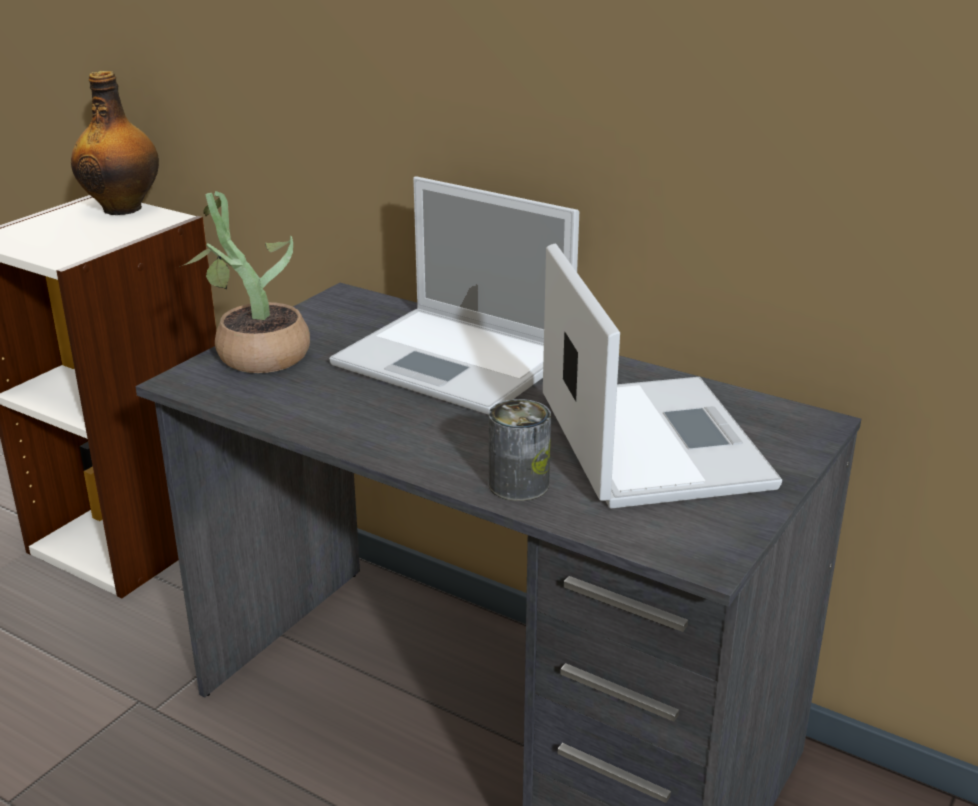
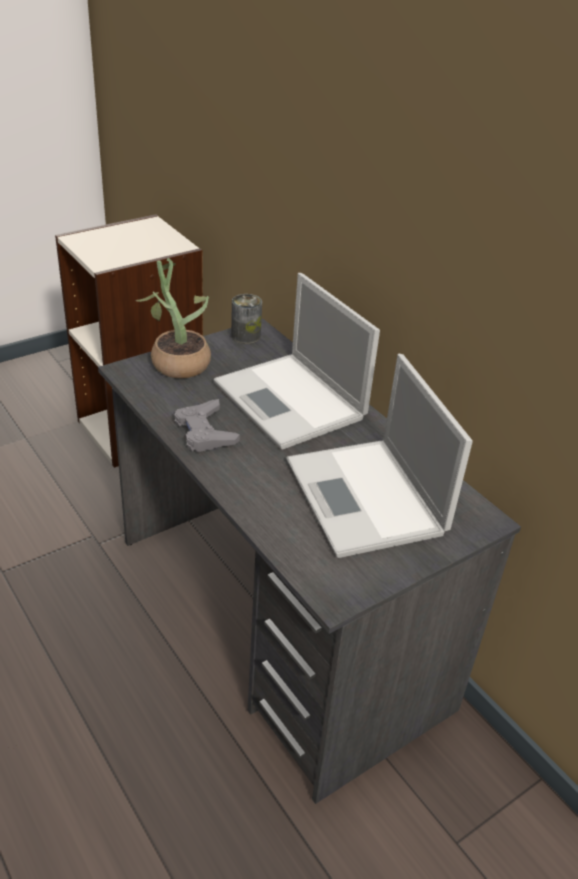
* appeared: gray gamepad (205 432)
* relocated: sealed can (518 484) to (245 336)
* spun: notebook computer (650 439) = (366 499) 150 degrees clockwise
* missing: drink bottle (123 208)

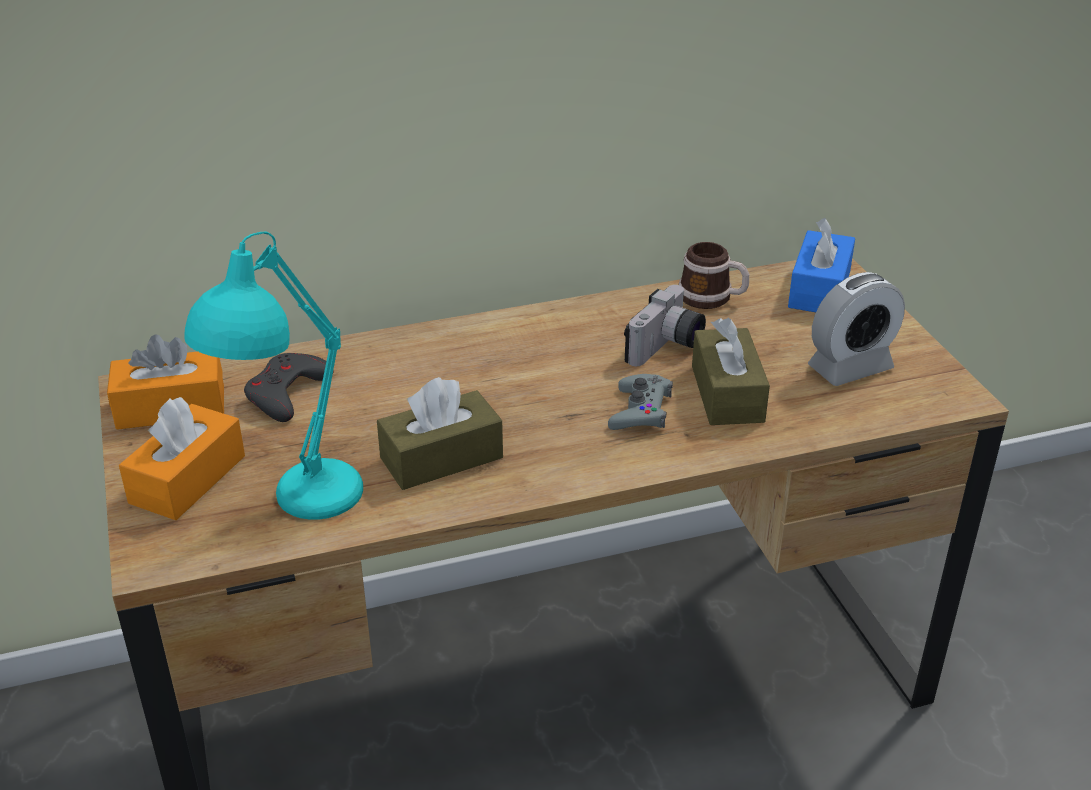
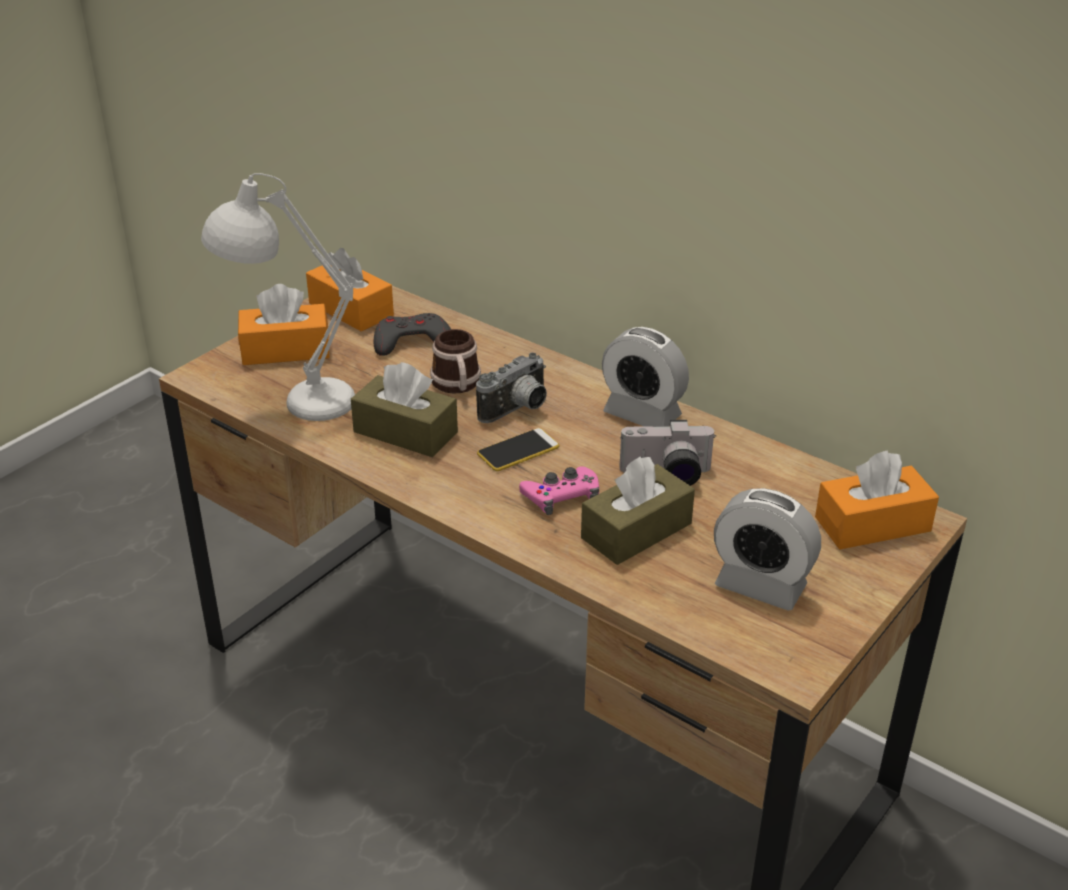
* colour: turquoise-coloured tabletop lamp (293 511) to white-coloured tabletop lamp (291 401)
* relocated: mug (712 298) to (457 385)
* appeared: still camera (518 410)
* appeared: handset (518 450)
* colour: gray gamepad (640 411) to pinkish gamepad (561 496)
* appeared: table clock (642 414)
* colour: bluish box of tissues (819 289) to orange-coloured box of tissues (872 524)

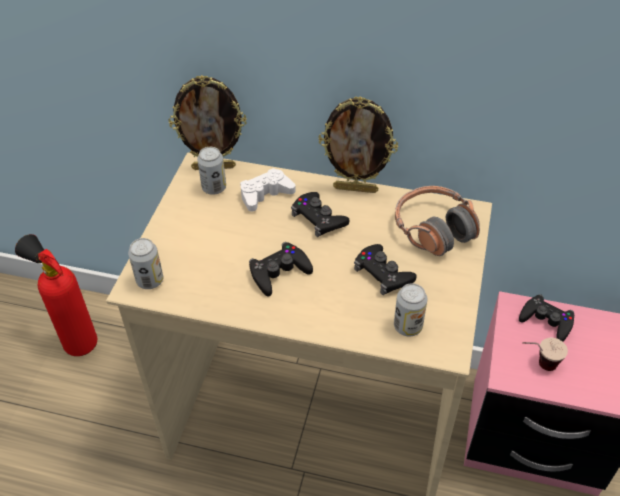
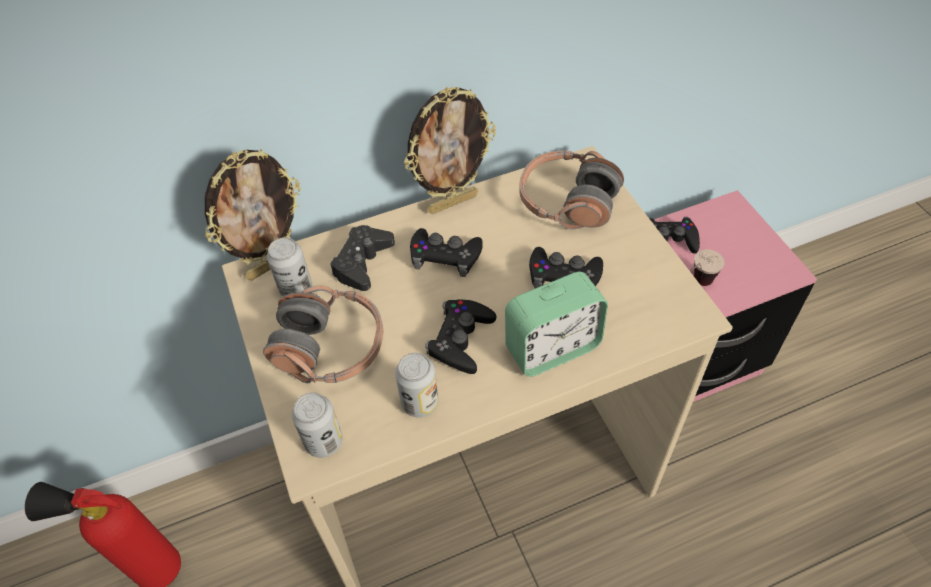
* appeared: headset (330 347)
* colour: white-coloured gamepad (265 194) to black gamepad (362 262)
* relocated: sealed can (408 326) to (420 403)
* appeared: table clock (552 348)

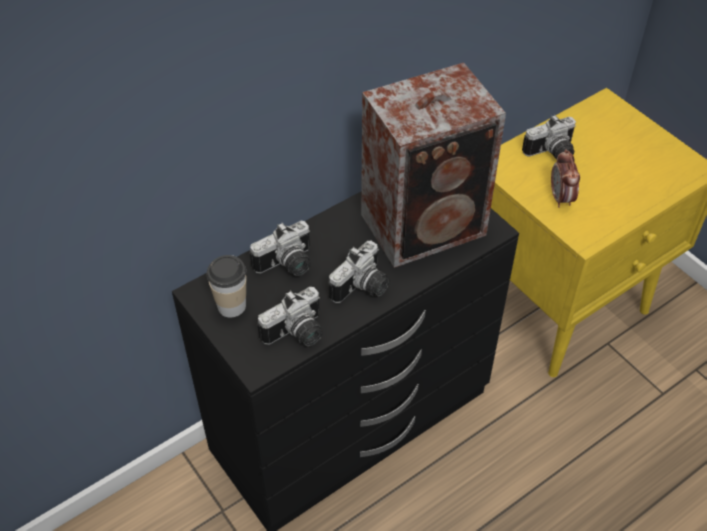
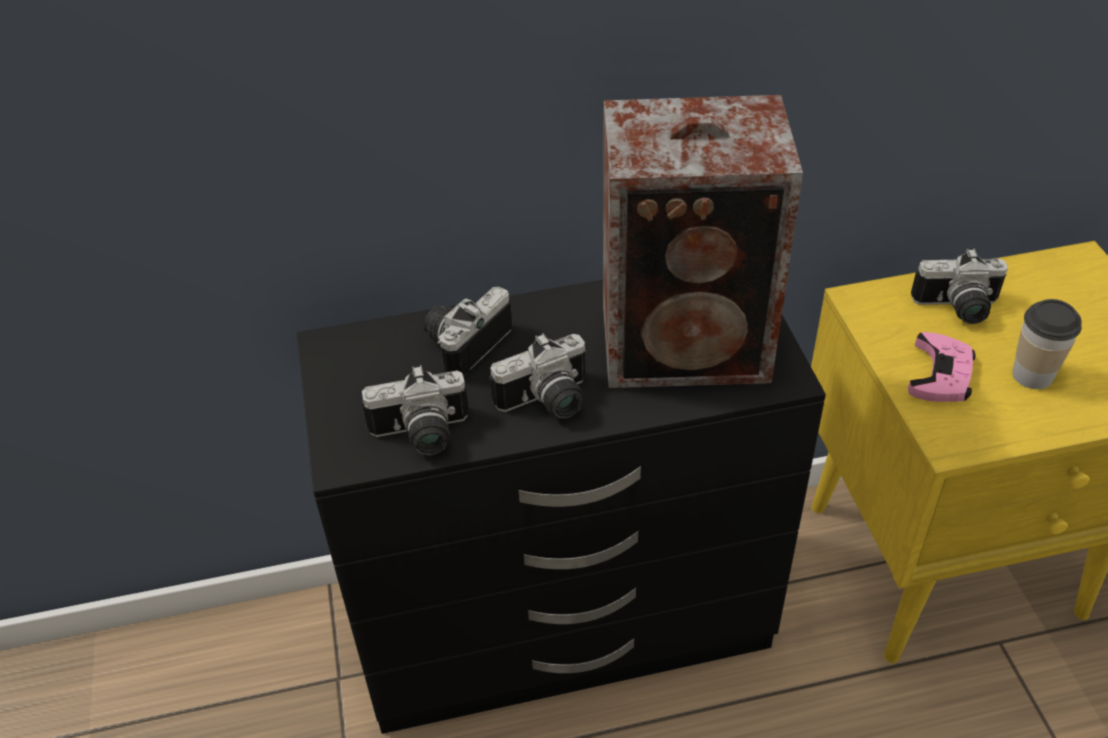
* spun: still camera (287 265) = (463 343) 135 degrees clockwise
* exchanged: table clock (561 198) to pinkish gamepad (940 374)
* relocated: cup (231 305) to (1032 375)

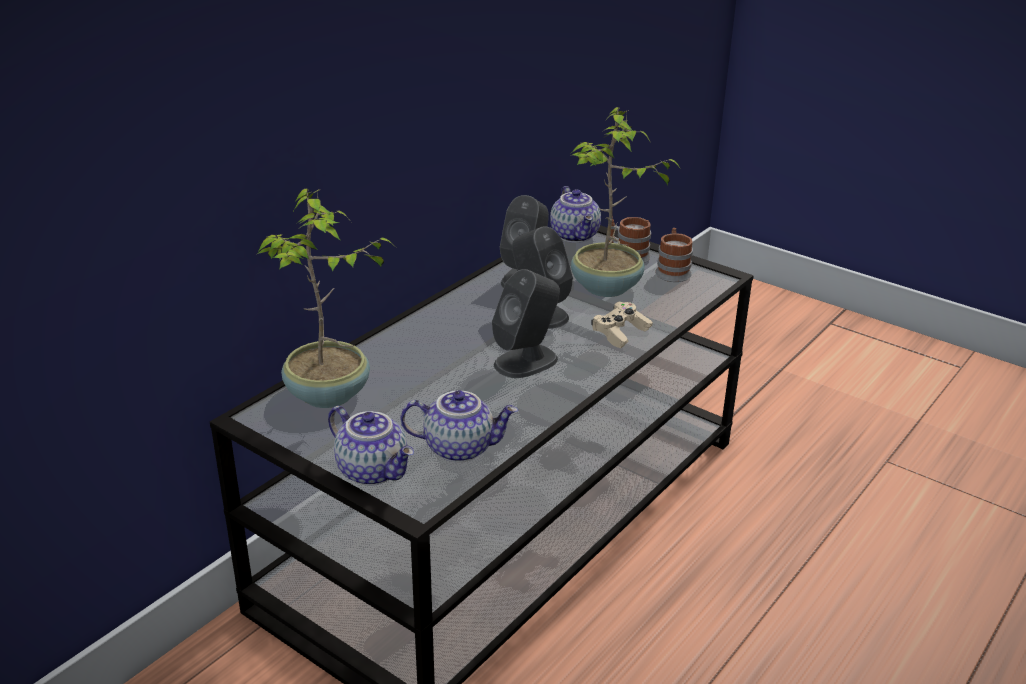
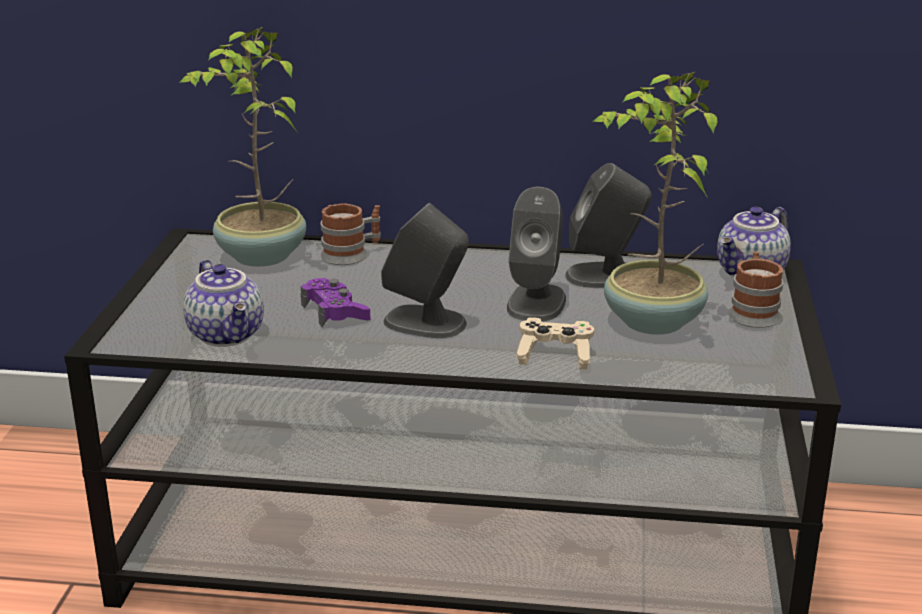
* appeared: purple-coloured gamepad (335 311)
* relocated: mug (672 271) to (351 254)
* missing: tea pot (374 470)

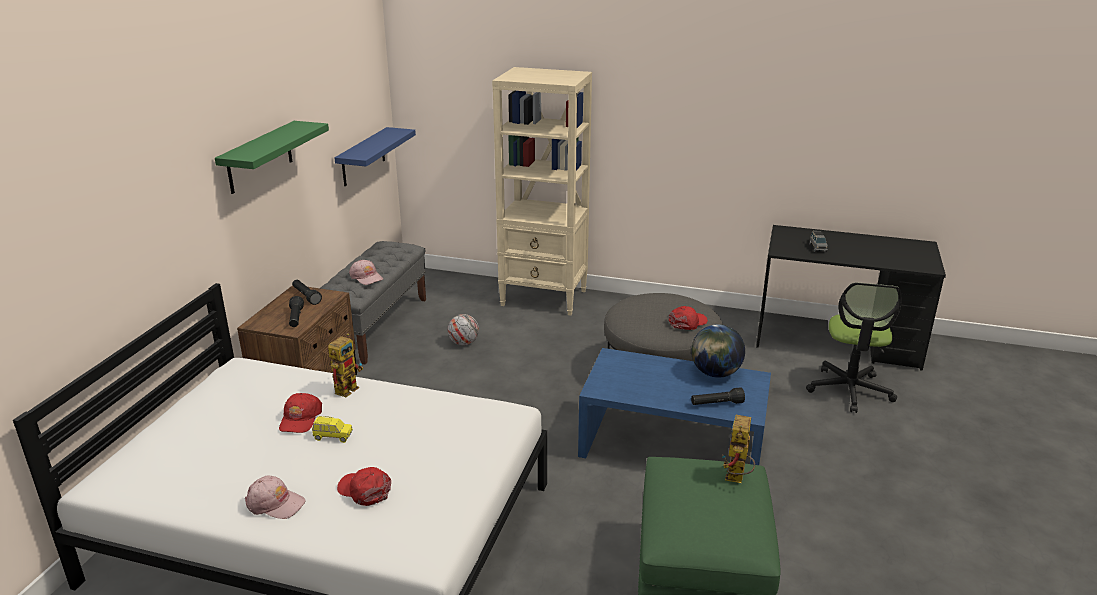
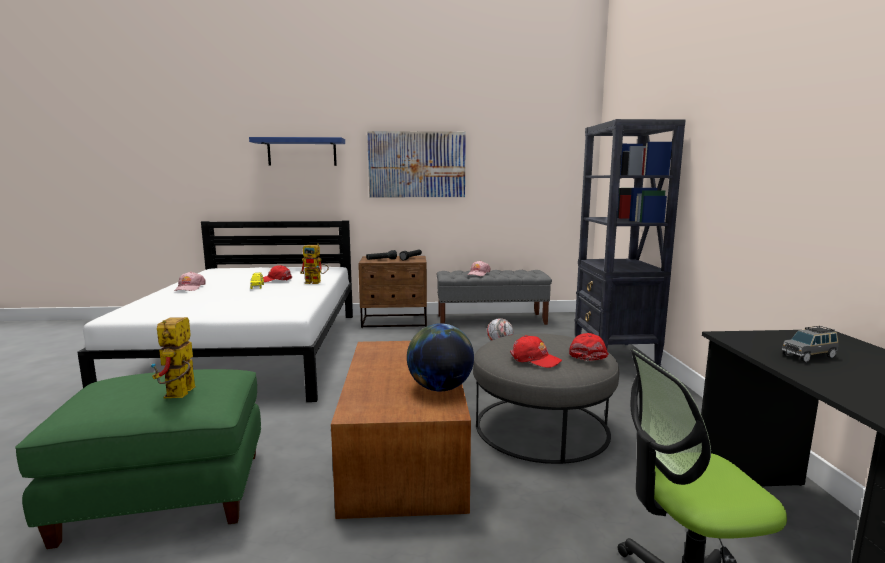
* spun: toy robot (736 479) = (180 395) 90 degrees counterclockwise
* relocated: bluish shelf (363 157) to (302 152)
* colour: bluish coffee table (672 443) to brown coffee table (406 451)
* exchanged: green shelf (259 157) to wall art (417 164)
* relocated: red cap (365 490) to (587 353)
* colour: beige-coloured shelving unit (544 298) to black shelving unit (614 356)
* missing: black flashlight (716 404)

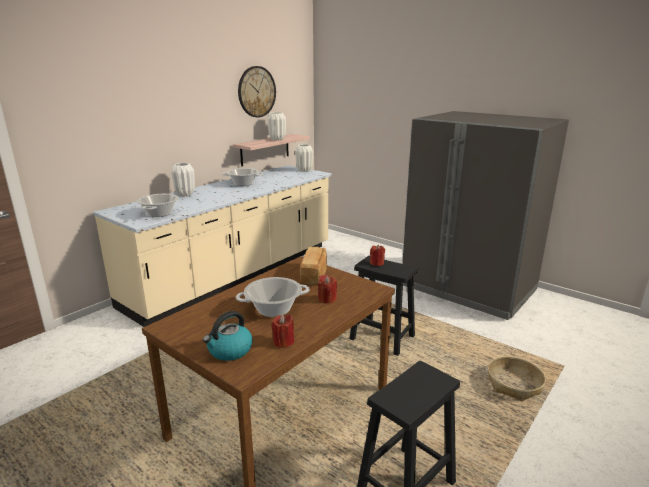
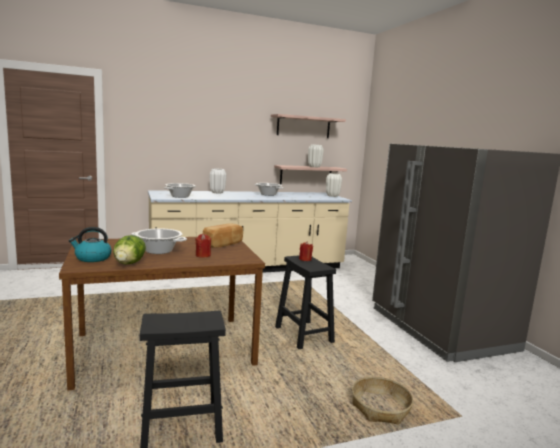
* exchanged: red wax light (283 342) to lettuce head (129 263)
* exchanged: hanging clock (256 92) to shelf (303 126)

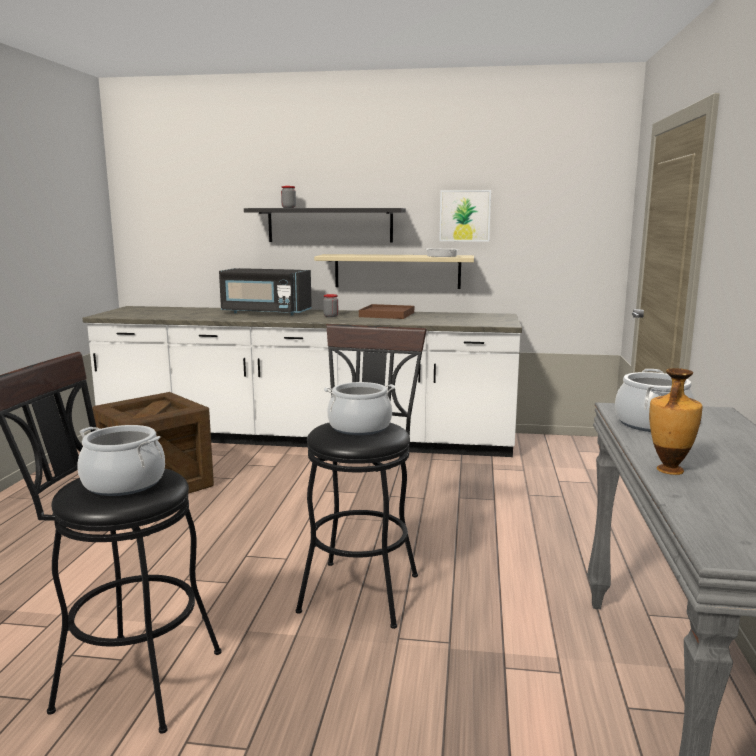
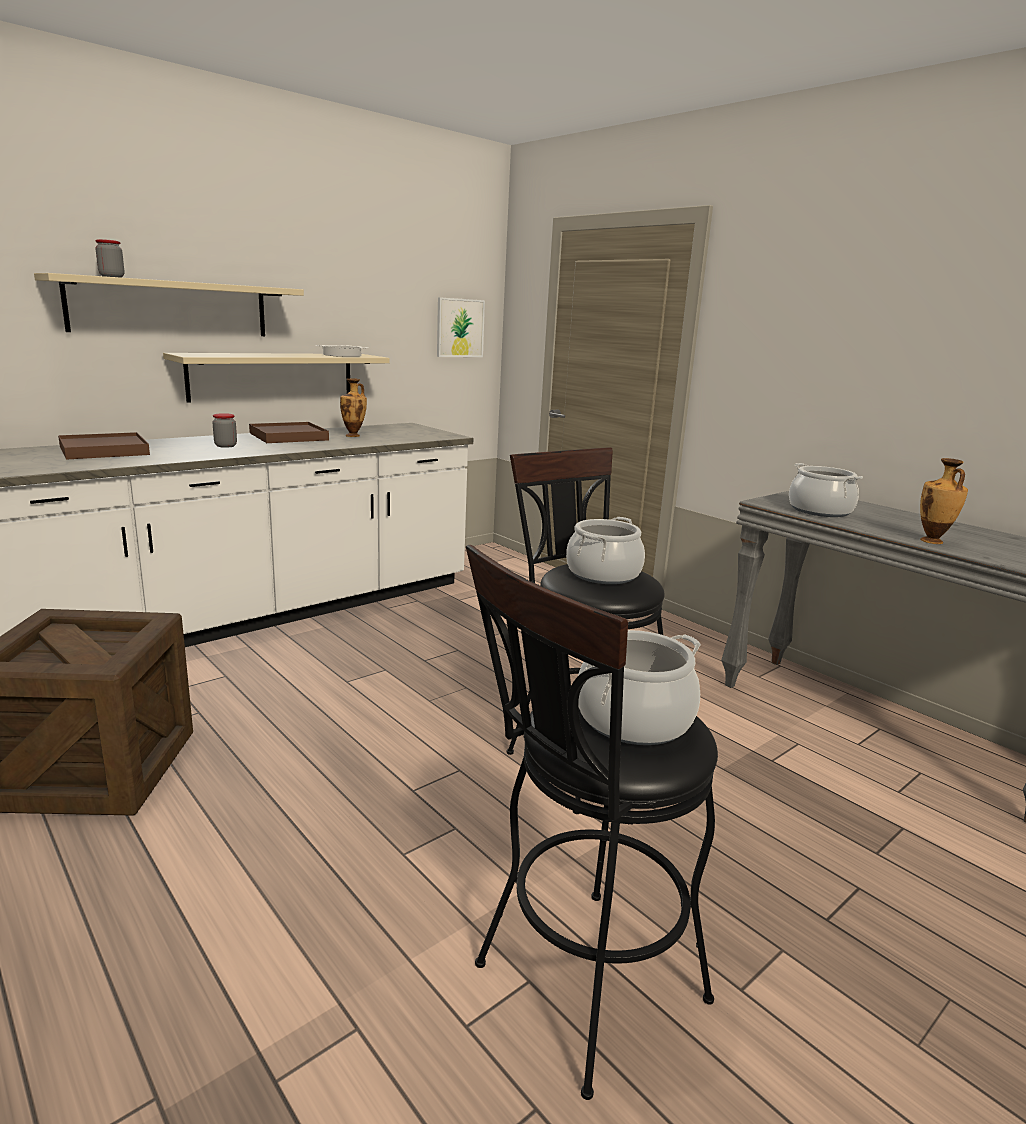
* colour: black shelf (330 225) to beige-coloured shelf (170 308)
* exchanged: black kitchen microwave (265 312) to brown serving tray (104 450)
* appeared: flower vase (354 435)
* relocated: wall art (465 216) to (460 328)

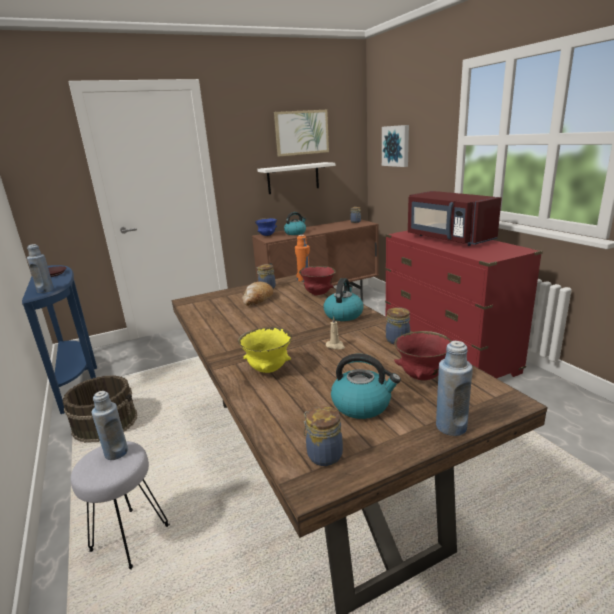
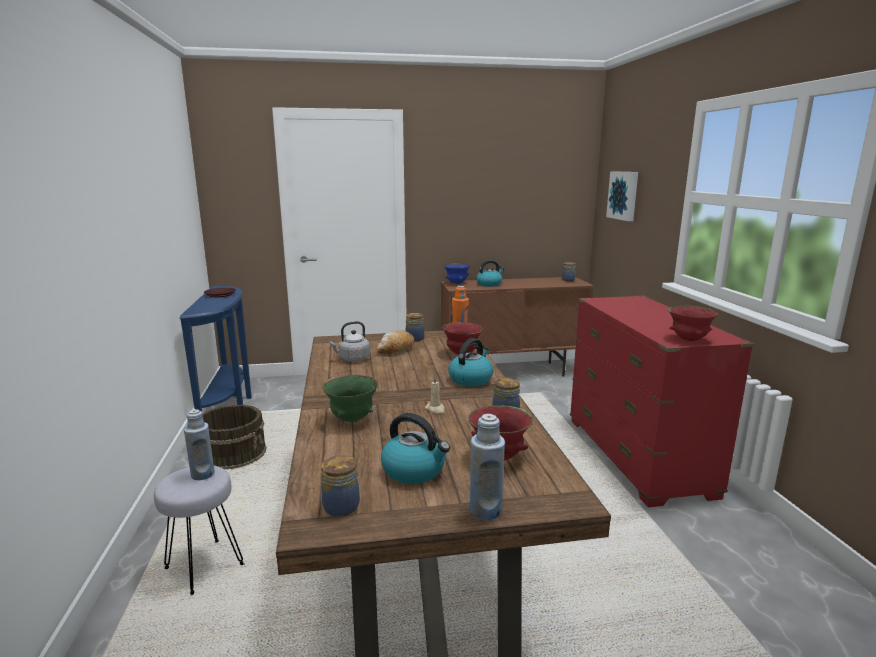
* colour: yellowish serving bowl (268 369) to green serving bowl (352 419)
* appeared: gray kettle (352 359)
* appeared: red serving bowl (689 339)
* missing: bluish drink bottle (45 290)
* missing: white-coloured shelf (293 178)
* missing: wall art (301 132)
* missing: red kitchen microwave (448 238)

